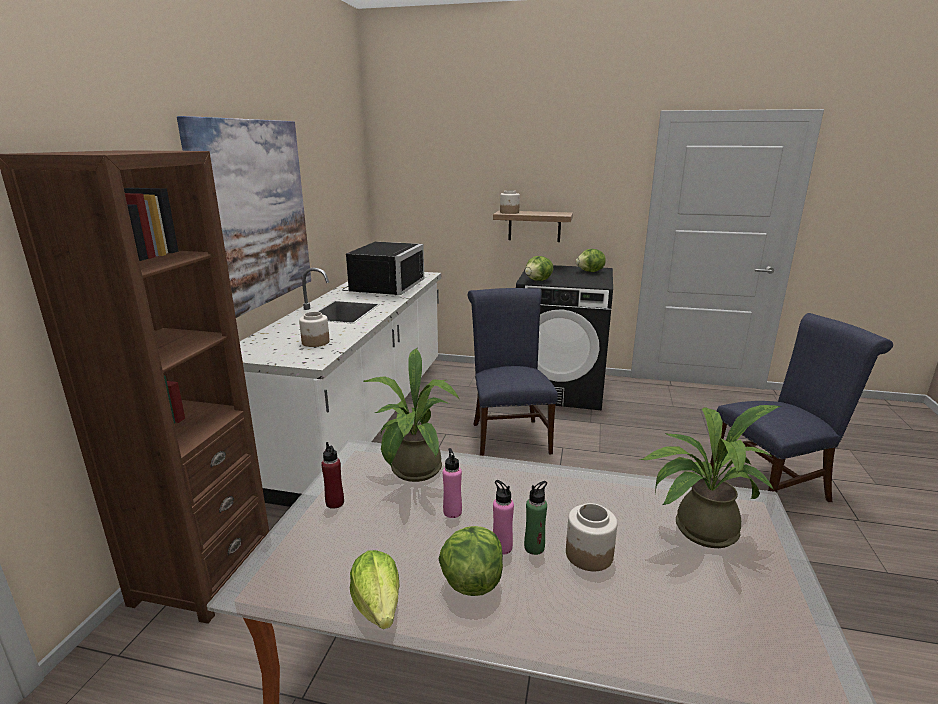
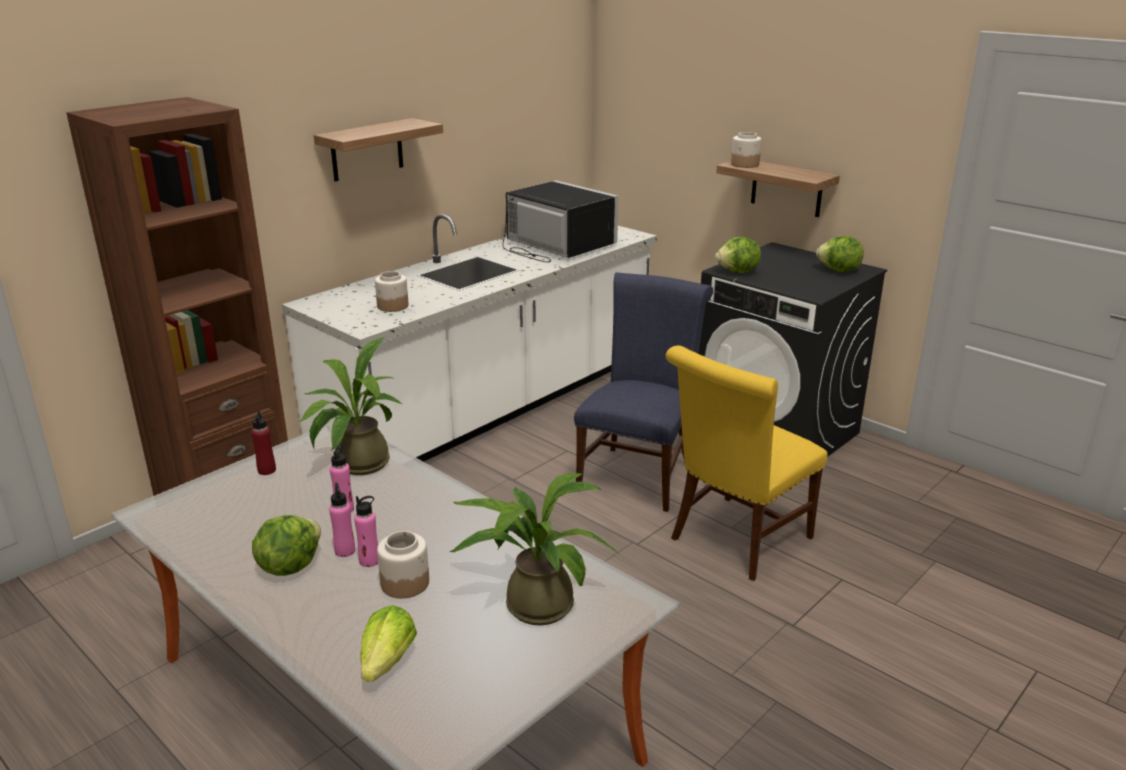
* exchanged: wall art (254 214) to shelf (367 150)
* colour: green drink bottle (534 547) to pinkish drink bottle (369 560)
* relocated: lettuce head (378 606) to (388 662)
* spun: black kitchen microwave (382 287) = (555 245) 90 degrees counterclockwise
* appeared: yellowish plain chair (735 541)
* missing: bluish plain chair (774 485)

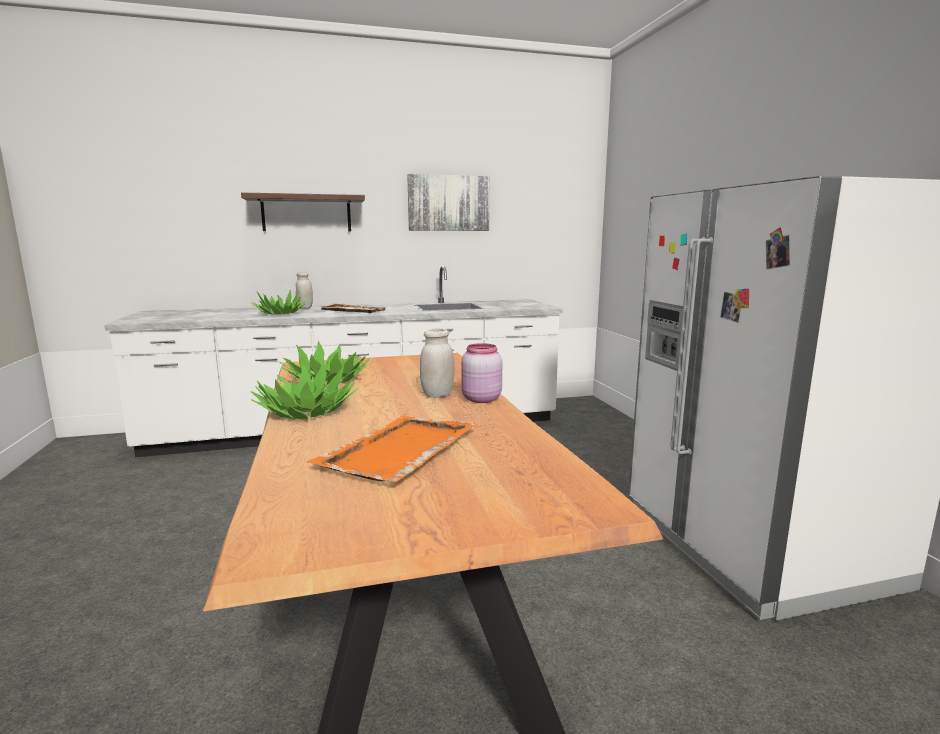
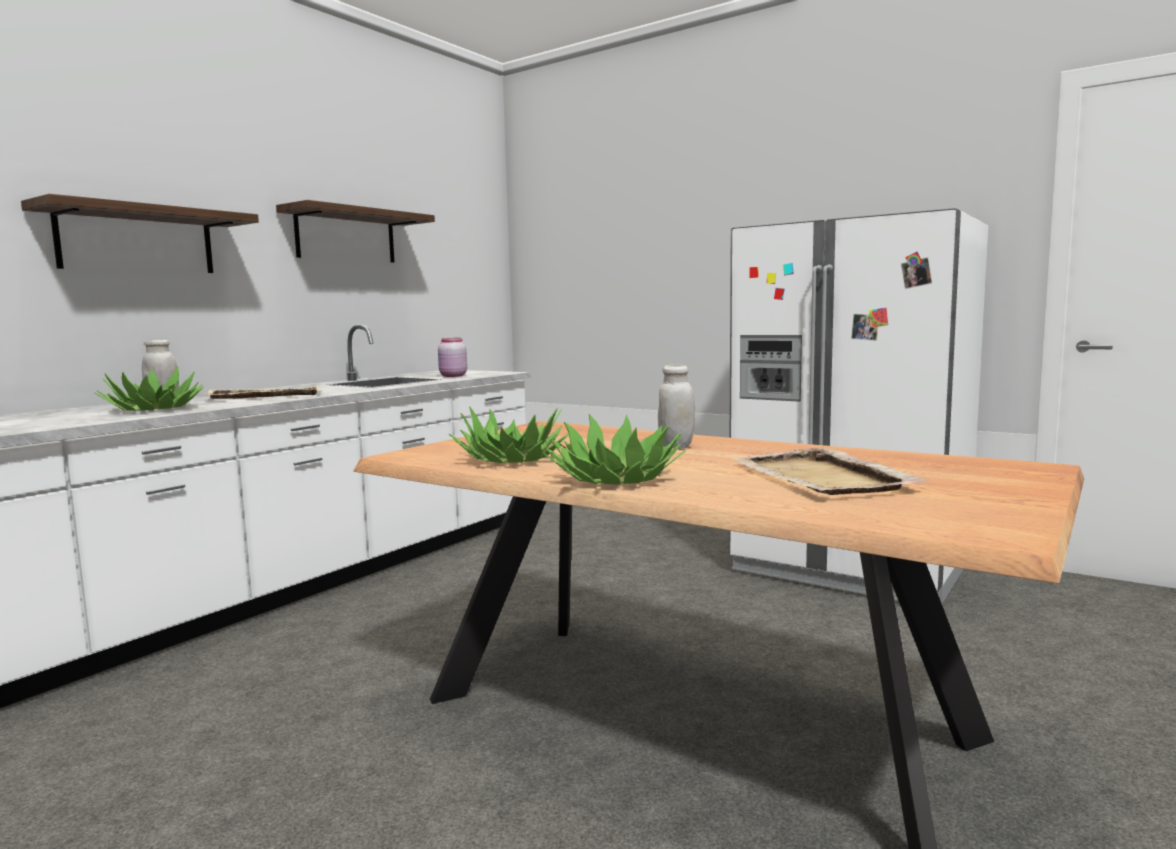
* exchanged: wall art (448 203) to shelf (346 236)
* relocated: pinkish jar (480 399) to (452 376)
* colour: orange-coloured serving tray (398 451) to beige-coloured serving tray (821 478)

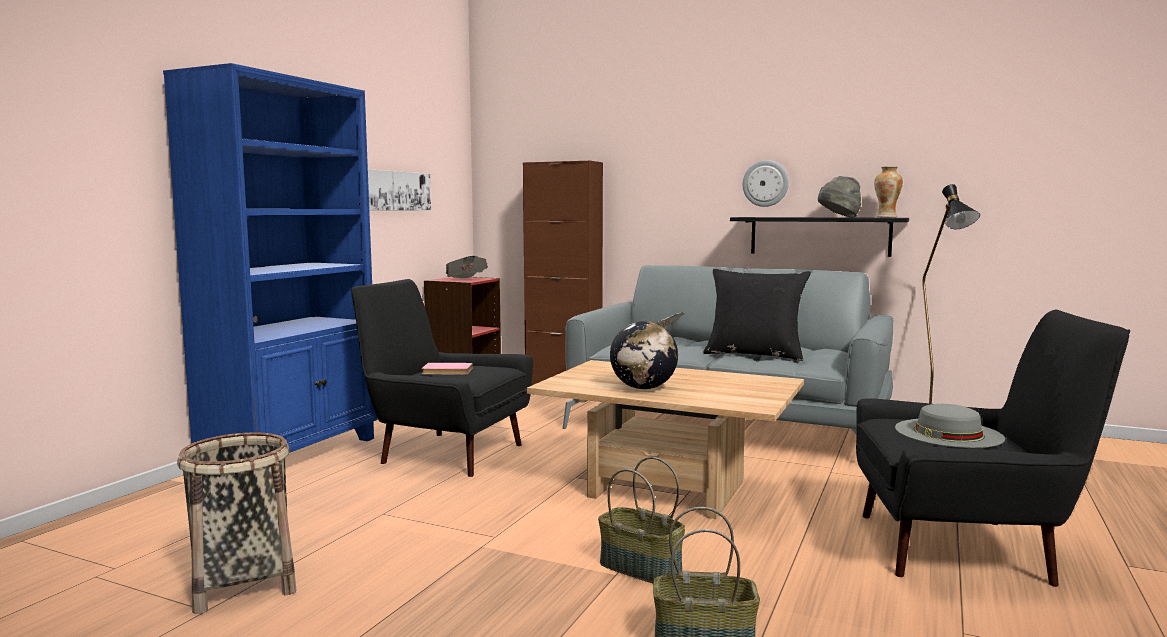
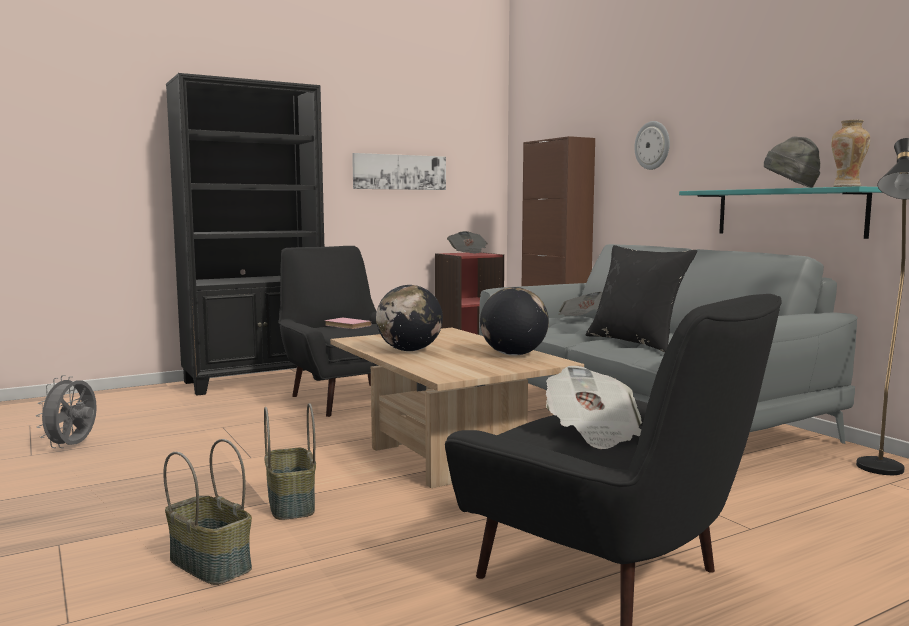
* exchanged: basket (243 584) to gray fan (73 447)
* colour: bluish shelving unit (294 454) to black shelving unit (256 381)
* appeared: world globe (513 354)
* exchanged: gray hat (948 433) to newspaper (593 433)
* relocated: hanging clock (765 183) to (653 145)
* colour: black shelf (819 236) to turquoise-coloured shelf (788 212)

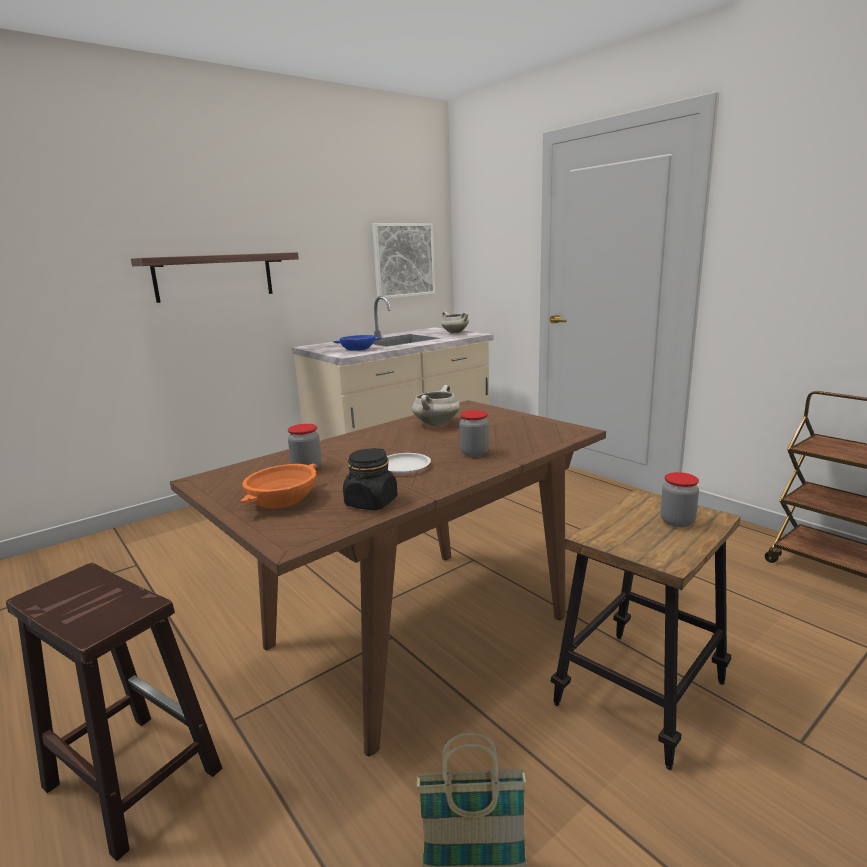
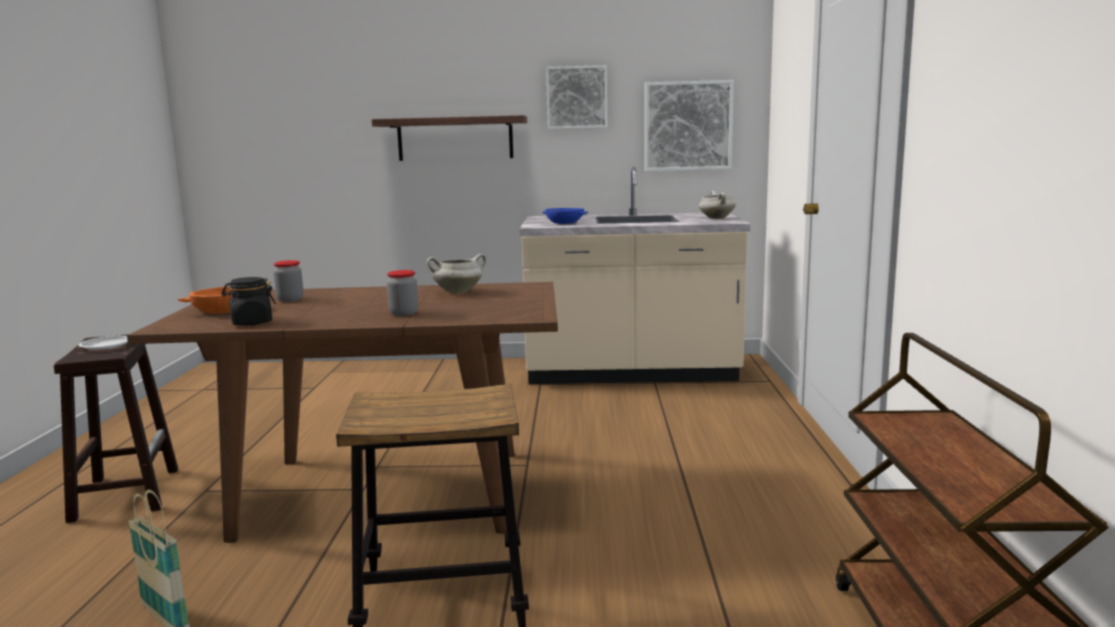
* relocated: white-coloured flat dish (404 466) to (106 346)
* appeared: wall art (577 97)
* missing: jar (677 521)

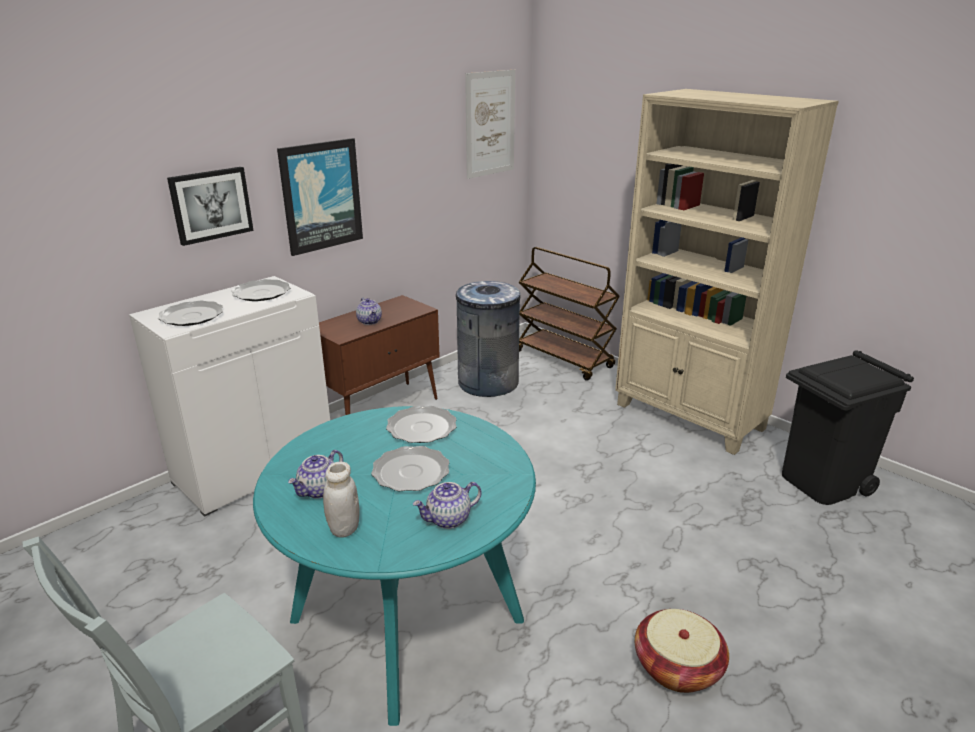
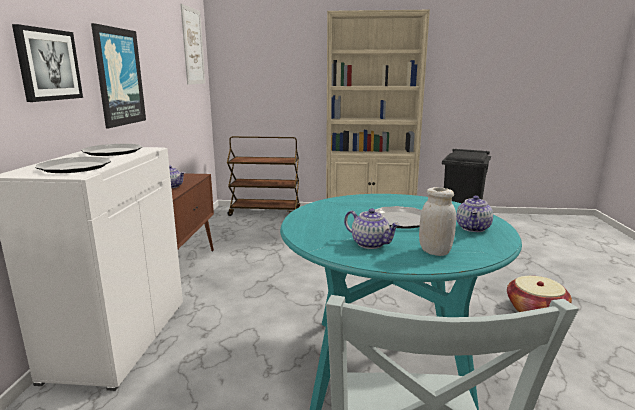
* spun: tea pot (319 490) = (371 244) 45 degrees counterclockwise
* missing: flat dish (421 427)
* missing: gray waste bin (488 382)

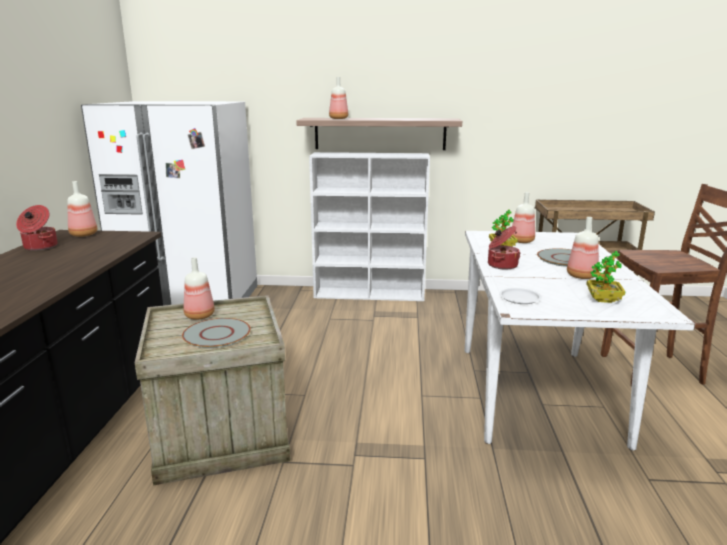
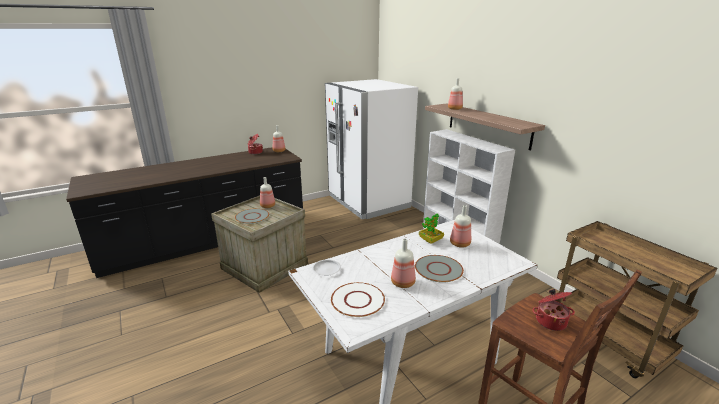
* exchanged: potted plant (603 299) to white-coloured flat dish (358 300)
* relocated: stockpot (501 265) to (550 321)

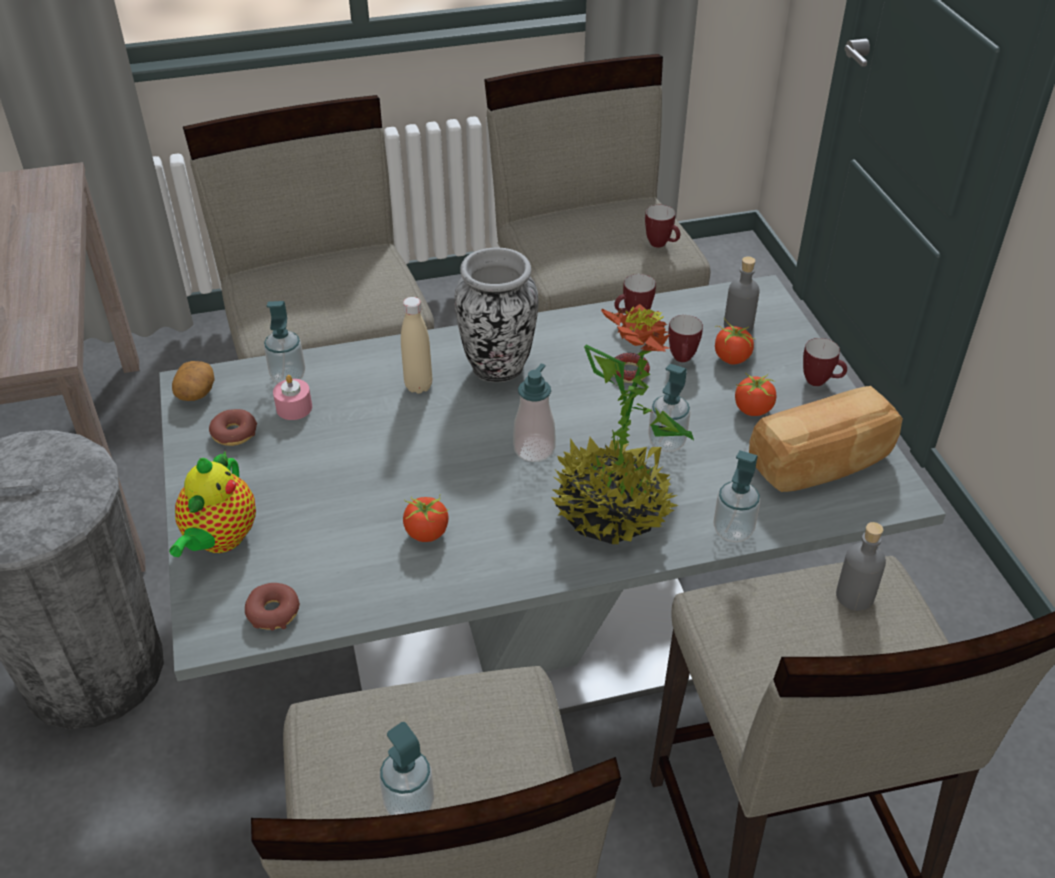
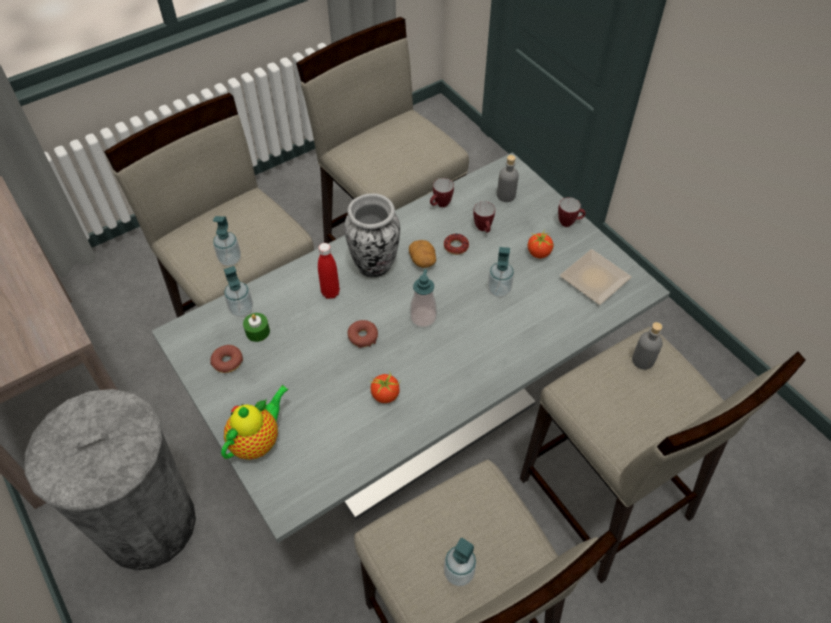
* relocated: liquid soap bottle (733 530) to (230 259)
* spun: tea pot (219 540) = (258 441) 135 degrees counterclockwise
* colour: pinkish wax light (294 408) to green wax light (257 331)
* colour: beige-coloured drink bottle (418 386) to red drink bottle (330 293)
* relocated: doughnut (273 612) to (363 336)
* relocated: potato (196 392) to (423 260)
* exchanged: bread (822 463) to flat dish (592 279)
* missing: potted plant (612 509)
* missing: mug (661 244)
* missing: tomato (731 358)

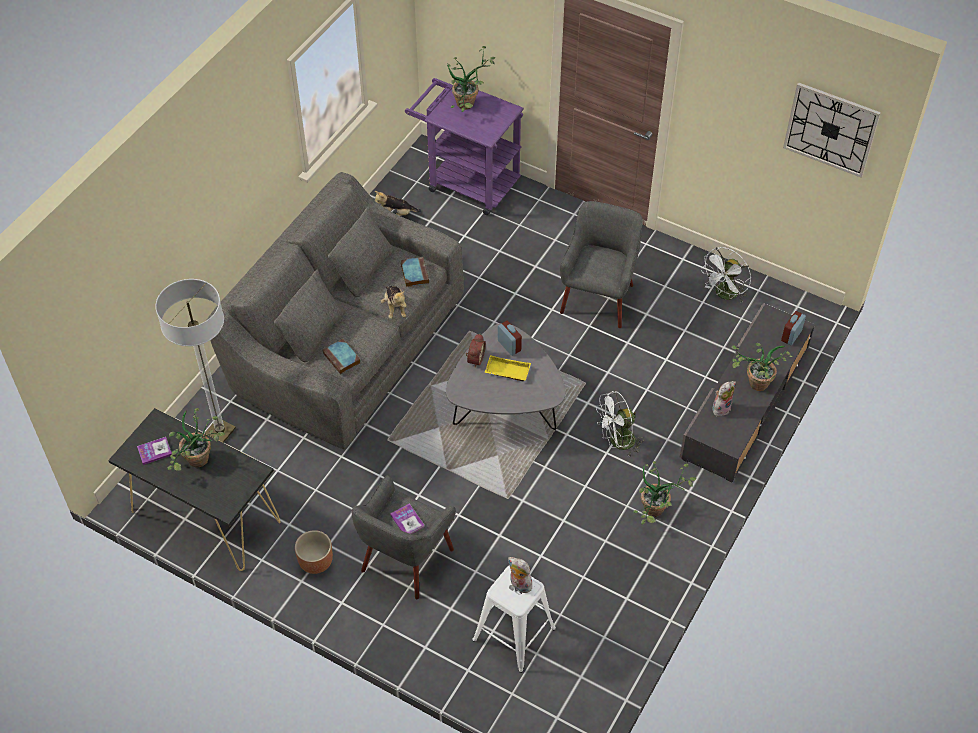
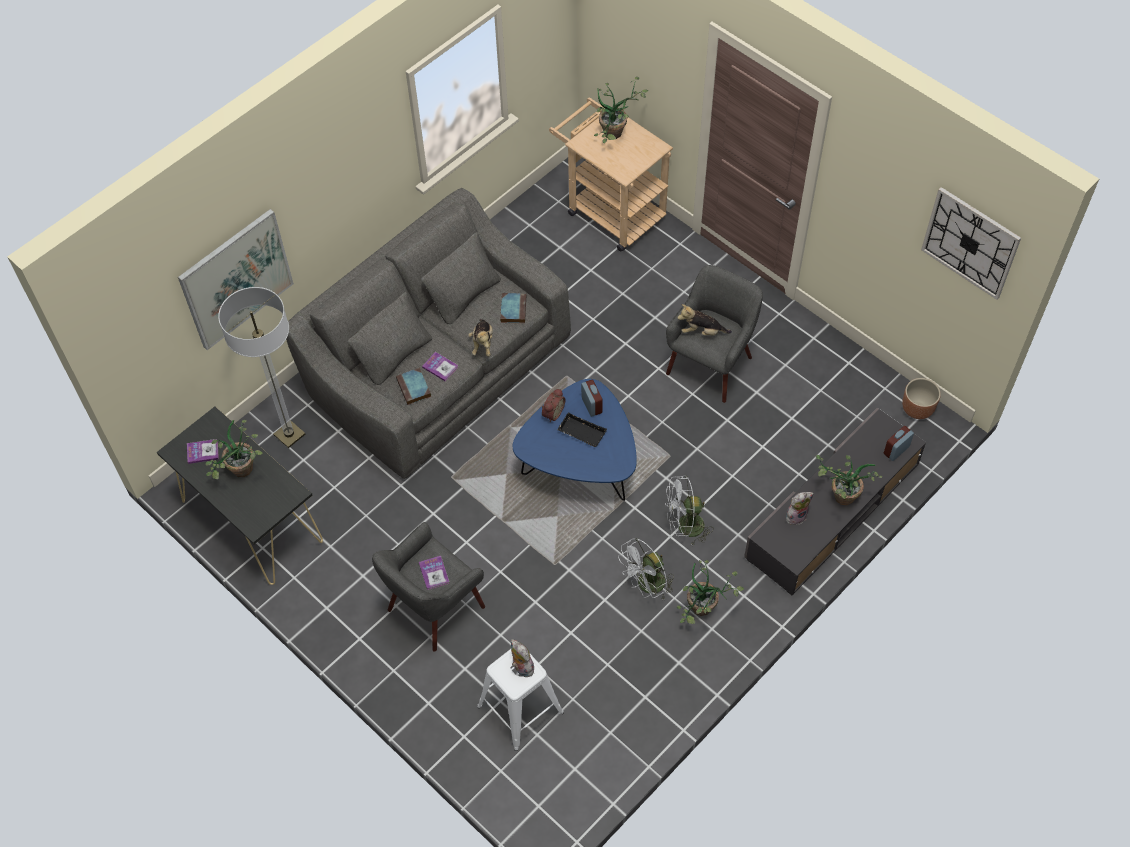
* appeared: wall art (236 279)
* appeared: bound book (440 367)
* colour: gray coffee table (505 406) to bluish coffee table (580 465)
* colour: purple-coloured wheeled cart (466 182) to beige-coloured wheeled cart (610 210)
* colour: yellowish serving tray (506 372) to black serving tray (581 433)
* relocated: white-coloured fan (724 295) to (647 586)
* relocated: soft toy (396 214) to (702 331)
* relocated: brown flower pot (316 562) to (917 409)

